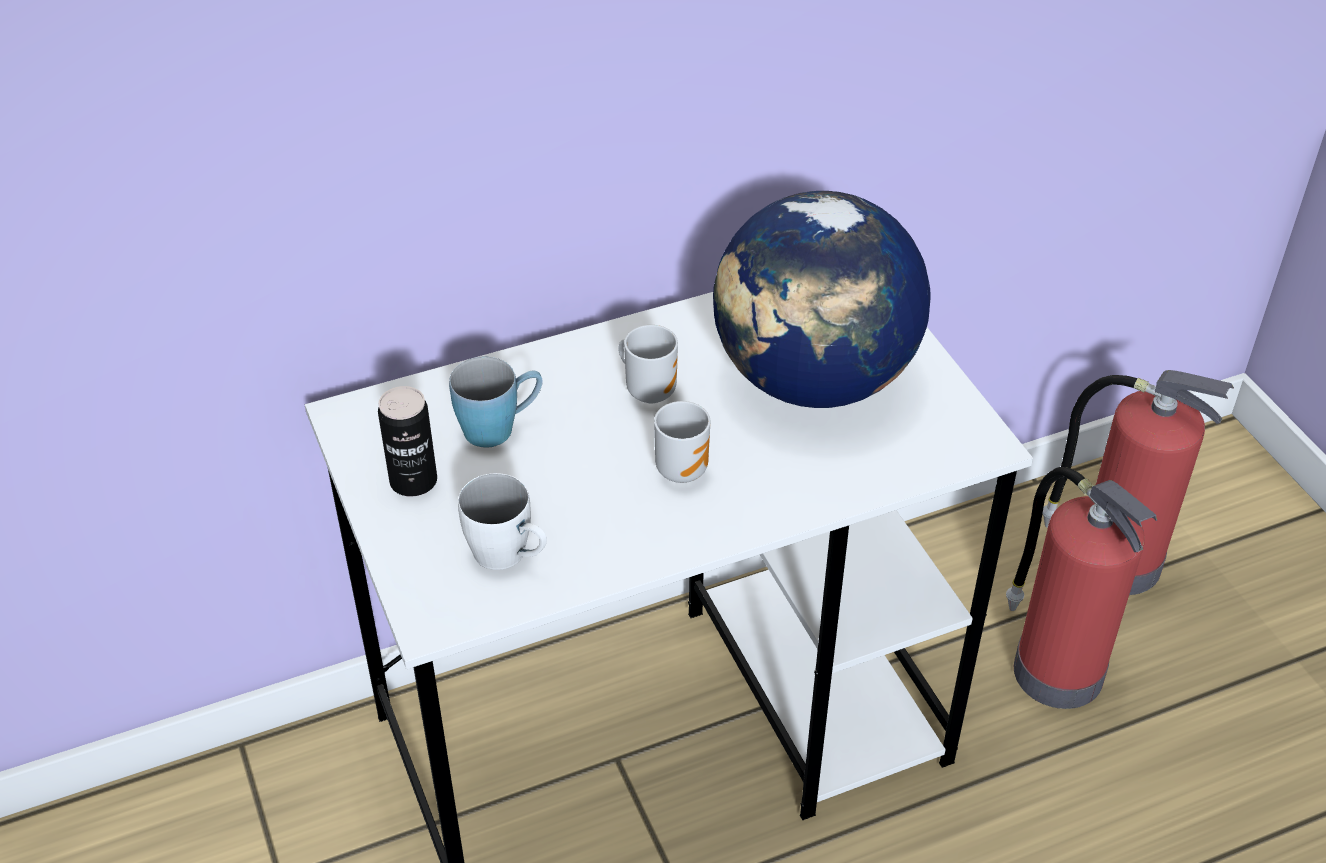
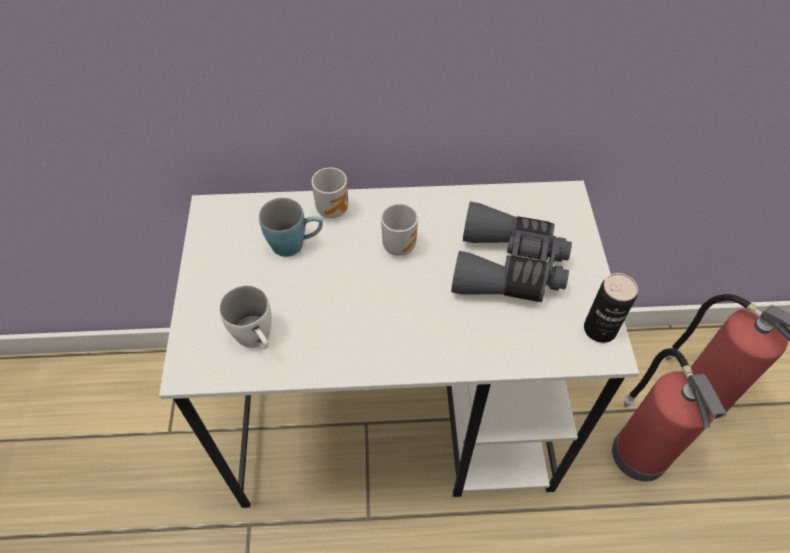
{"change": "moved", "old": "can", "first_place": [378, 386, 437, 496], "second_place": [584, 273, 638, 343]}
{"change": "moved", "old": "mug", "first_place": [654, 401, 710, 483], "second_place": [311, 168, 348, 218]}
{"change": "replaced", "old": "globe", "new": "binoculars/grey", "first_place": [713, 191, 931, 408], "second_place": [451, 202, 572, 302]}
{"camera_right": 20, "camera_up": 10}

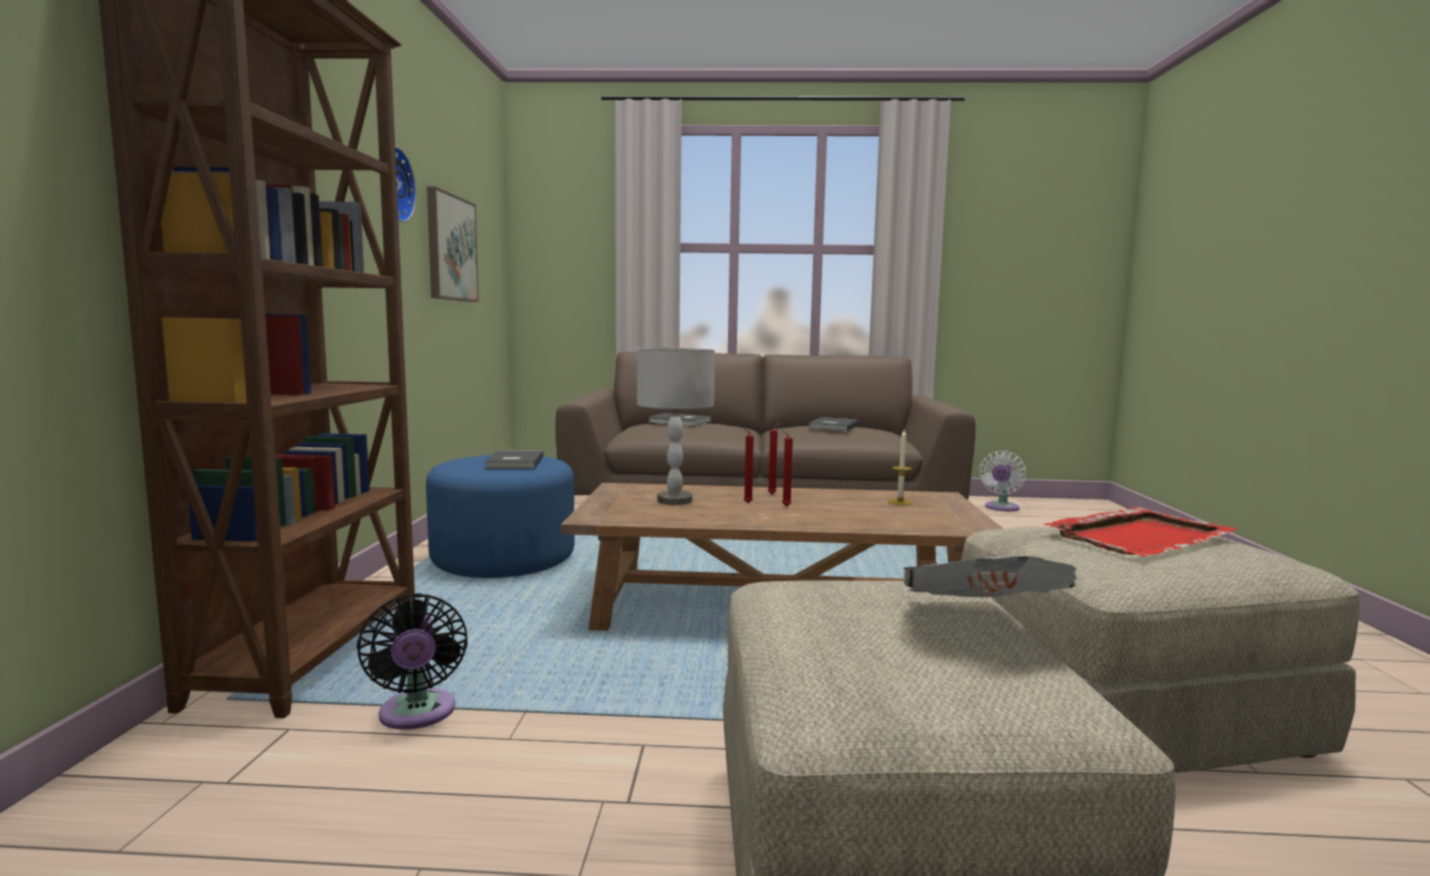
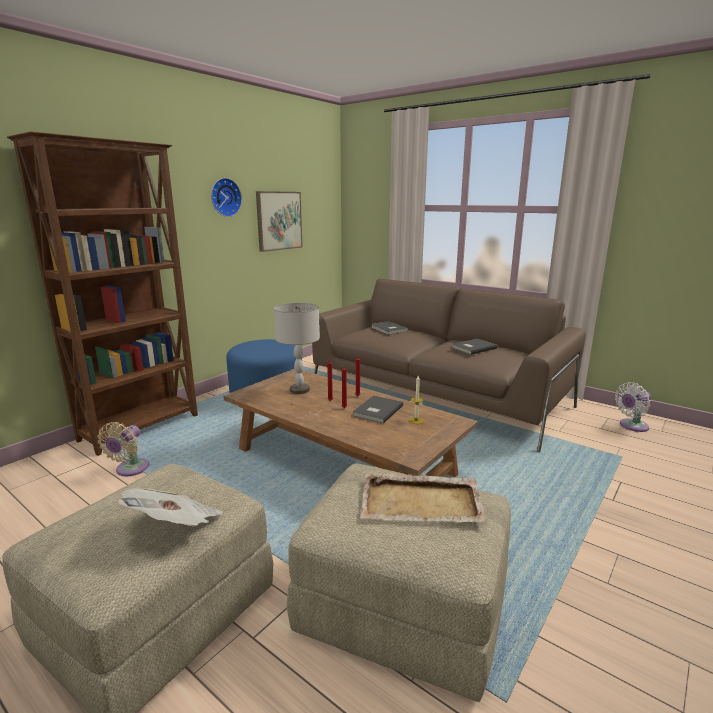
{"change": "moved", "old": "book/grey", "first_place": [485, 451, 544, 469], "second_place": [353, 396, 403, 424]}
{"change": "recoloured", "old": "fan/black", "new": "fan/beige", "first_place": [357, 593, 468, 730], "second_place": [98, 422, 149, 476]}
{"change": "recoloured", "old": "tray/red", "new": "tray/beige", "first_place": [1044, 507, 1238, 556], "second_place": [360, 473, 487, 522]}
{"camera_right": 35, "camera_up": 10}

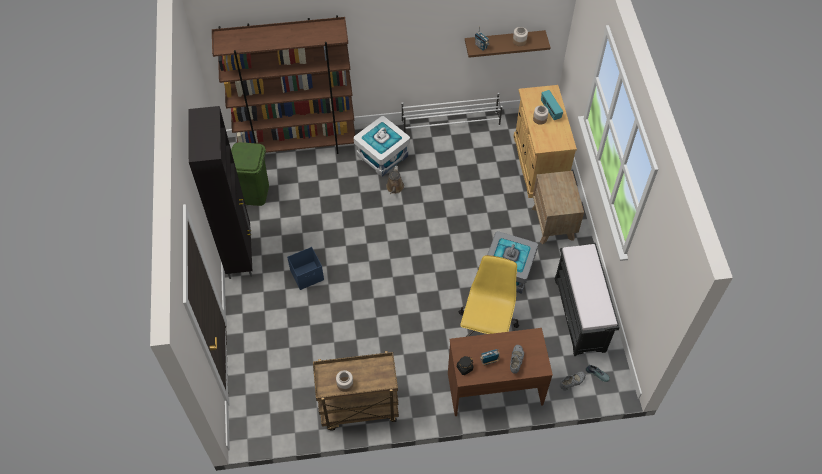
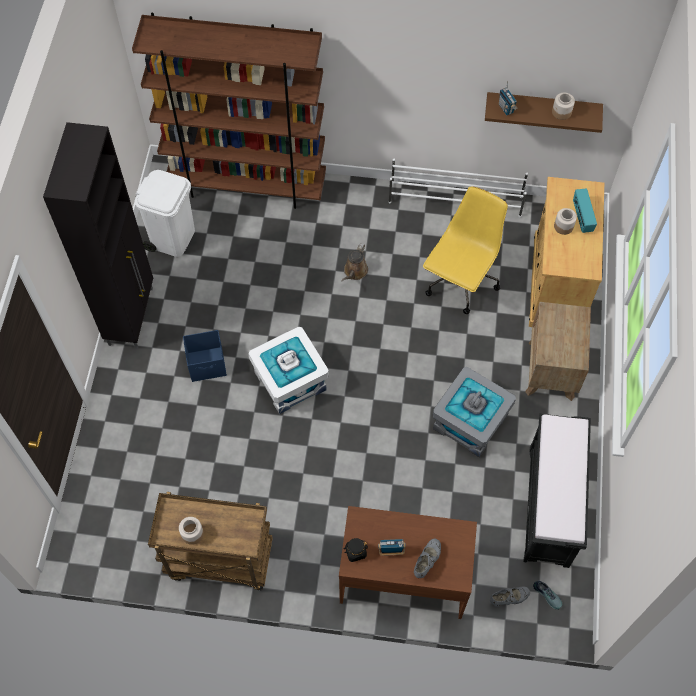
{"change": "moved", "old": "storage box/white", "first_place": [354, 116, 410, 177], "second_place": [248, 327, 329, 414]}
{"change": "moved", "old": "office chair/yellow", "first_place": [459, 255, 519, 337], "second_place": [423, 187, 508, 314]}
{"change": "recoloured", "old": "trash can/green", "new": "trash can/white", "first_place": [231, 142, 269, 206], "second_place": [135, 170, 195, 257]}
{"camera_right": 15, "camera_up": 5}

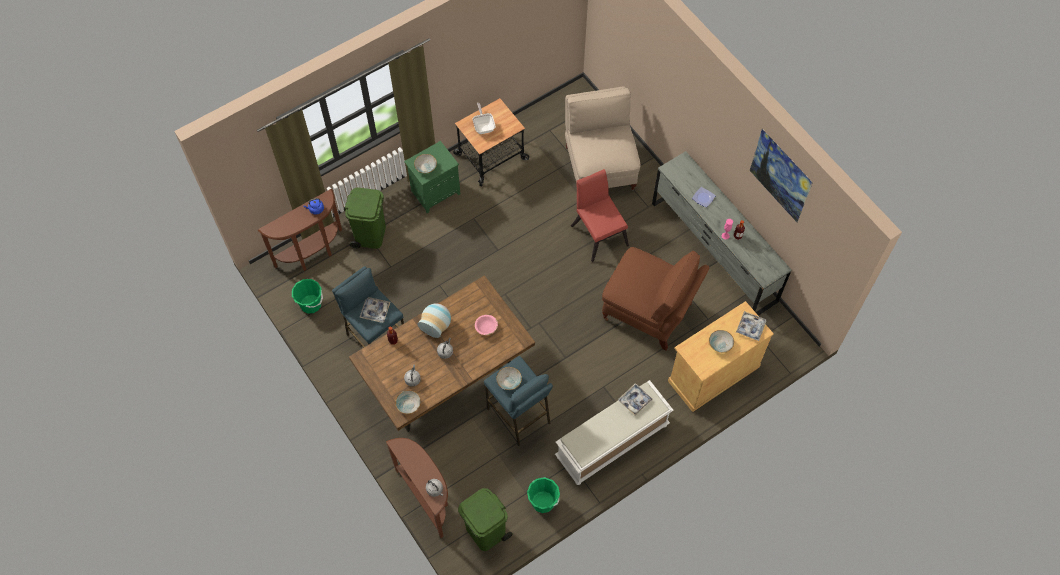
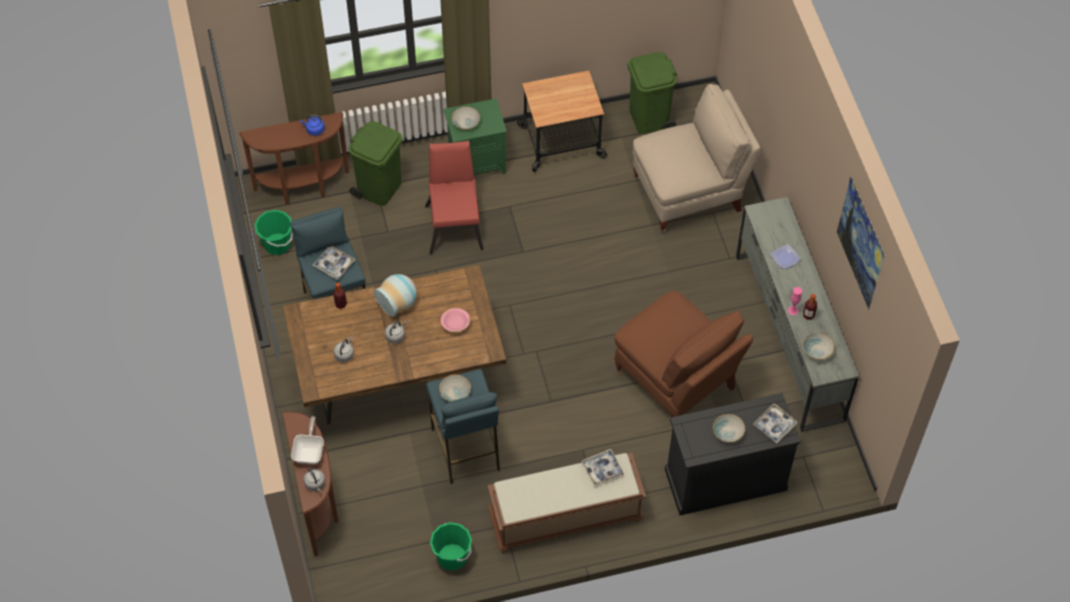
{"change": "moved", "old": "bowl", "first_place": [395, 390, 421, 414], "second_place": [803, 333, 835, 360]}
{"change": "moved", "old": "trash can/green", "first_place": [458, 488, 513, 551], "second_place": [628, 52, 677, 134]}
{"change": "moved", "old": "frying pan", "first_place": [473, 103, 496, 134], "second_place": [291, 416, 324, 464]}
{"change": "moved", "old": "chair/red", "first_place": [571, 169, 629, 262], "second_place": [425, 141, 483, 255]}
{"change": "recoloured", "old": "bench/white", "new": "bench/brown", "first_place": [555, 380, 673, 485], "second_place": [487, 453, 646, 552]}
{"change": "recoloured", "old": "cabinet/beige", "new": "cabinet/black", "first_place": [668, 301, 774, 412], "second_place": [665, 393, 801, 515]}
{"change": "turned", "old": "chair/beige", "first_place": [565, 87, 641, 191], "second_place": [633, 84, 761, 232], "degrees": 60}
{"camera_right": 20, "camera_up": -5}

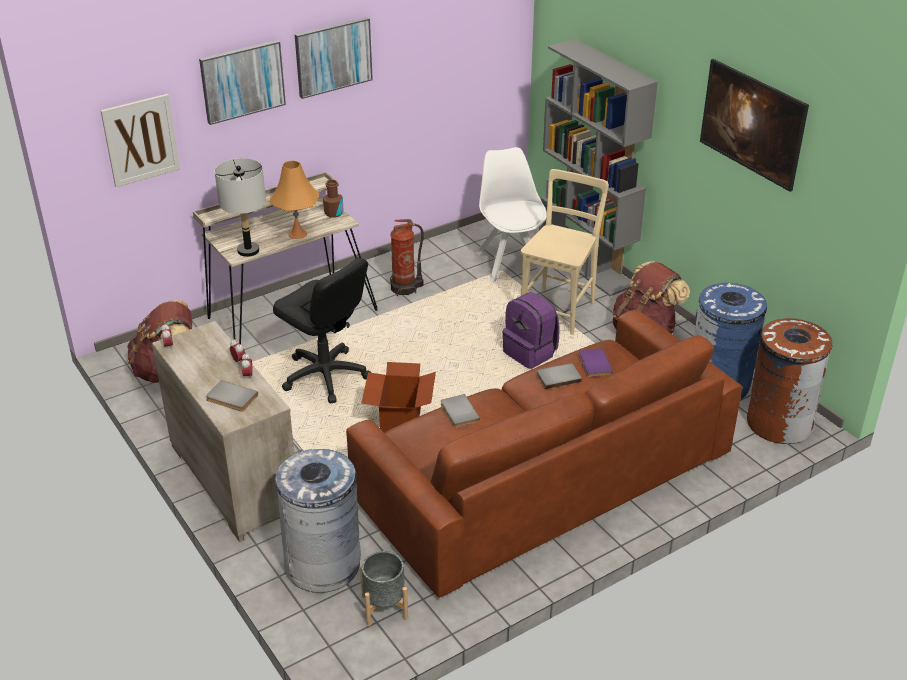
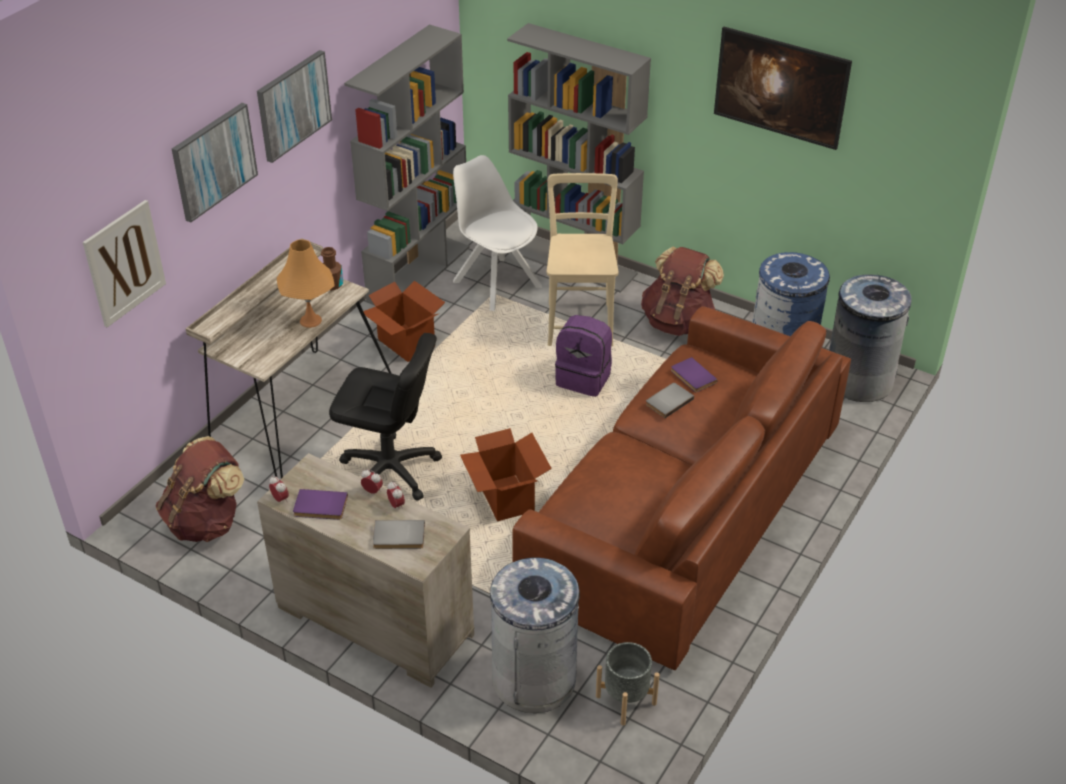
{"change": "removed", "old": "table lamp/grey", "first_place": [215, 158, 266, 257]}
{"change": "removed", "old": "book/grey", "first_place": [441, 394, 480, 428]}
{"change": "added", "new": "book/purple", "second_place": [293, 489, 348, 520]}
{"change": "added", "new": "bookcase/grey", "second_place": [344, 24, 470, 305]}
{"change": "replaced", "old": "fire extinguisher", "new": "cardboard box", "first_place": [390, 219, 424, 296], "second_place": [363, 281, 445, 362]}
{"change": "recoloured", "old": "trash can/brown", "new": "trash can/grey", "first_place": [747, 318, 832, 444], "second_place": [829, 274, 911, 402]}
{"camera_right": -25, "camera_up": 5}

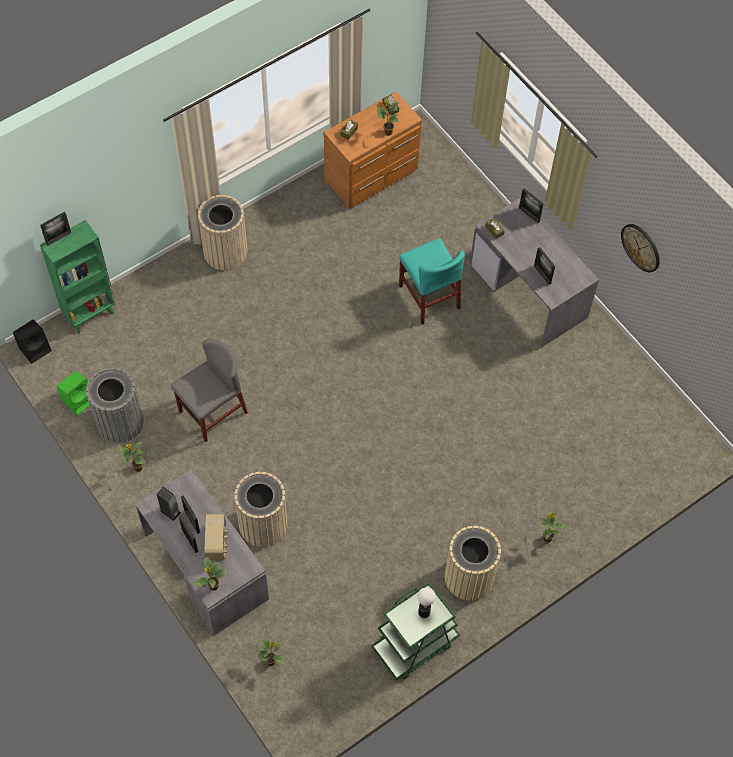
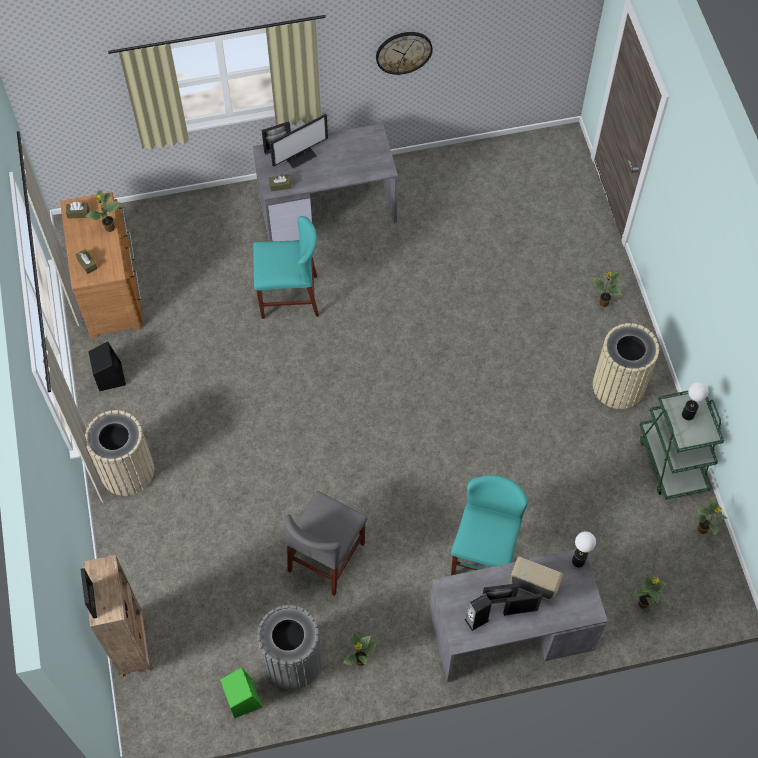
{"change": "removed", "old": "picture frame", "first_place": [534, 247, 555, 285]}
{"change": "added", "new": "monitor", "second_place": [270, 114, 328, 169]}
{"change": "added", "new": "table lamp", "second_place": [572, 531, 596, 567]}
{"change": "moved", "old": "speaker/black", "first_place": [13, 320, 52, 364], "second_place": [88, 342, 126, 391]}
{"change": "moved", "old": "potted plant", "first_place": [194, 556, 227, 591], "second_place": [695, 497, 727, 536]}
{"change": "replaced", "old": "trash can/beige", "new": "chair/turquoise", "first_place": [234, 472, 288, 547], "second_place": [451, 475, 528, 575]}
{"change": "recoloured", "old": "bookcase/green", "new": "bookcase/brown", "first_place": [40, 220, 116, 334], "second_place": [82, 555, 153, 677]}
{"change": "turned", "old": "chair/grey", "first_place": [171, 339, 248, 442], "second_place": [284, 491, 368, 596], "degrees": -135}
{"camera_right": -65, "camera_up": 0}

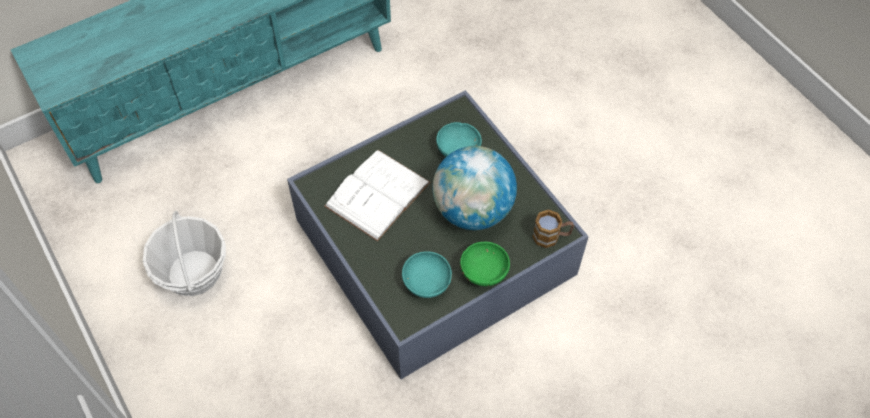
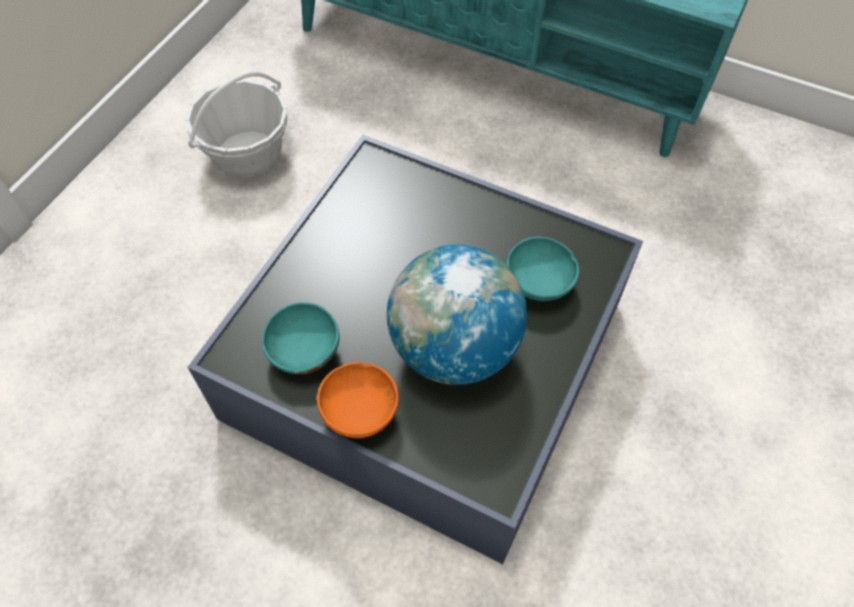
{"change": "removed", "old": "book/white", "first_place": [324, 150, 431, 242]}
{"change": "removed", "old": "mug", "first_place": [532, 209, 574, 248]}
{"change": "recoloured", "old": "bowl/green", "new": "bowl/orange", "first_place": [460, 242, 510, 286], "second_place": [317, 362, 399, 438]}
{"camera_right": 60, "camera_up": 0}

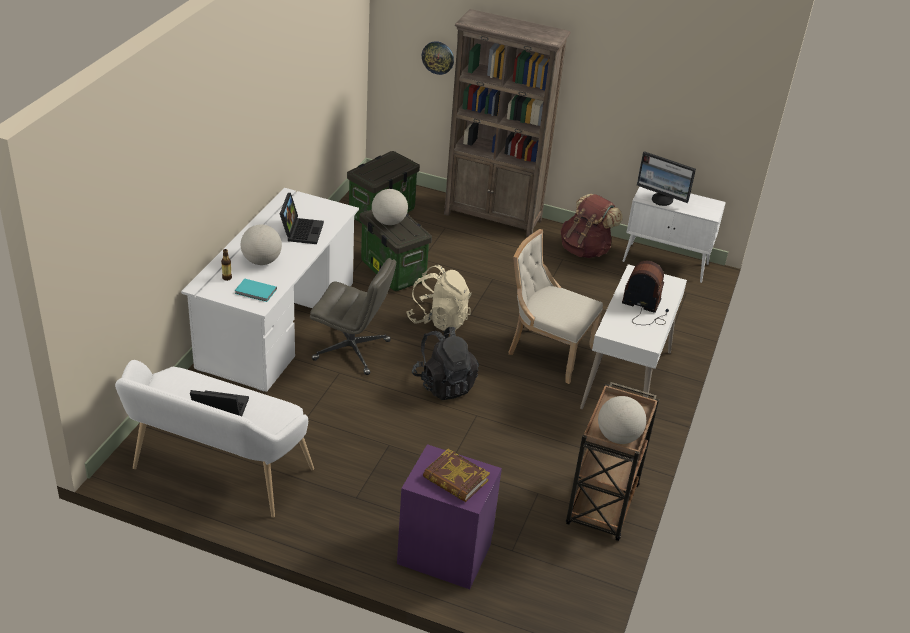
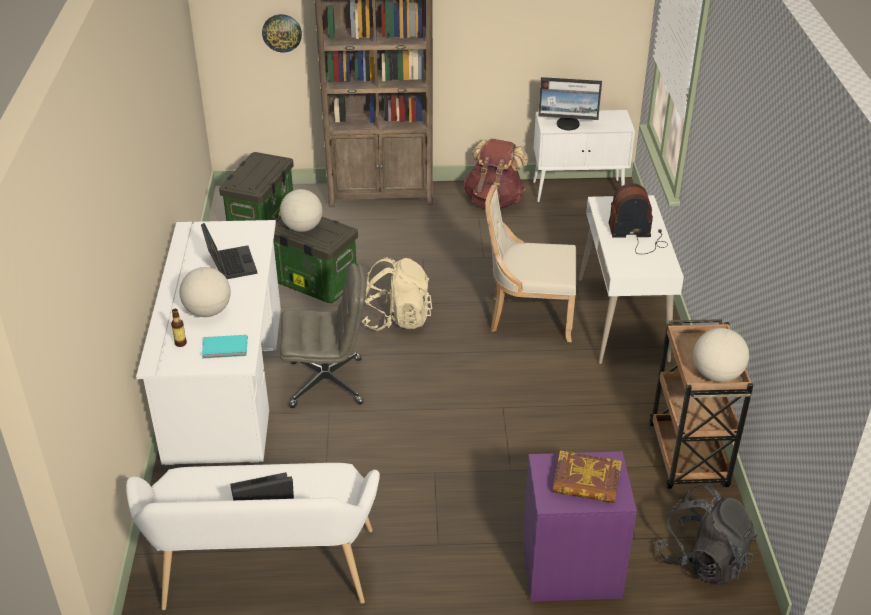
{"change": "moved", "old": "backpack/black", "first_place": [412, 327, 479, 400], "second_place": [656, 484, 757, 586]}
{"camera_right": -20, "camera_up": 0}

